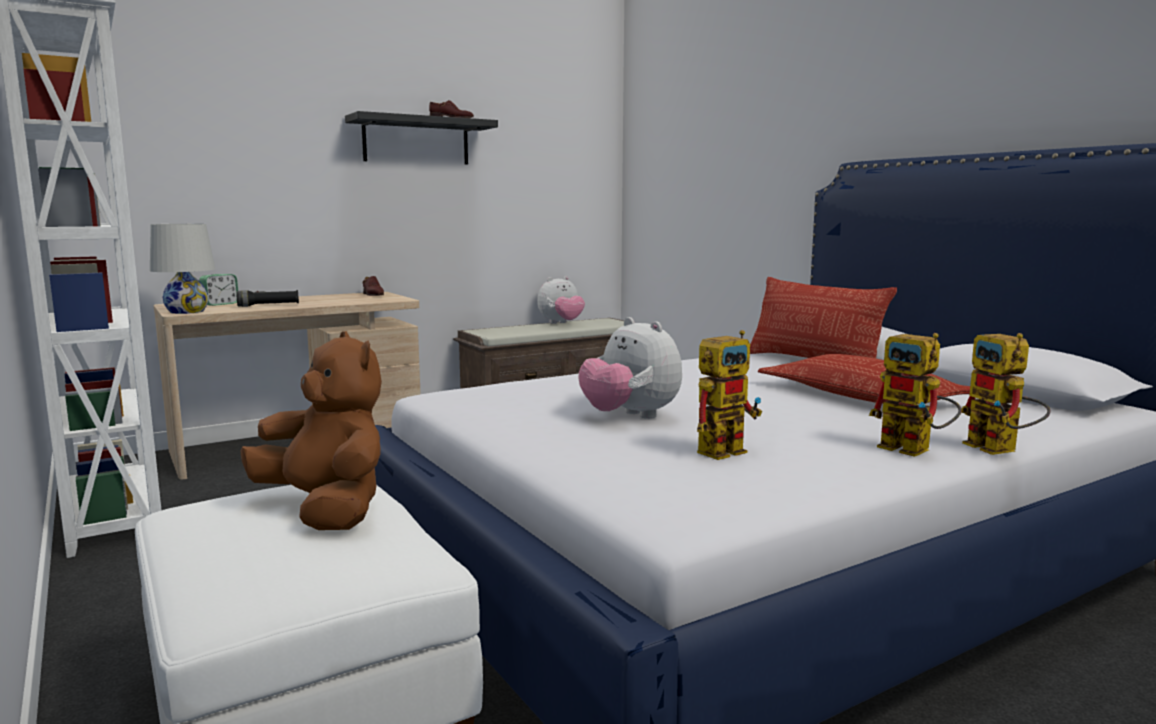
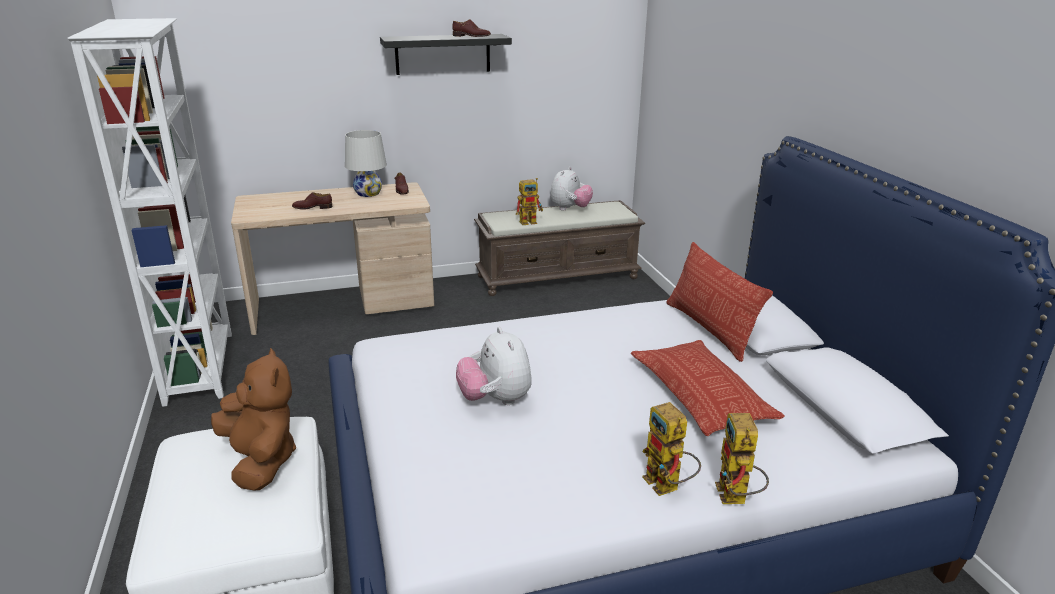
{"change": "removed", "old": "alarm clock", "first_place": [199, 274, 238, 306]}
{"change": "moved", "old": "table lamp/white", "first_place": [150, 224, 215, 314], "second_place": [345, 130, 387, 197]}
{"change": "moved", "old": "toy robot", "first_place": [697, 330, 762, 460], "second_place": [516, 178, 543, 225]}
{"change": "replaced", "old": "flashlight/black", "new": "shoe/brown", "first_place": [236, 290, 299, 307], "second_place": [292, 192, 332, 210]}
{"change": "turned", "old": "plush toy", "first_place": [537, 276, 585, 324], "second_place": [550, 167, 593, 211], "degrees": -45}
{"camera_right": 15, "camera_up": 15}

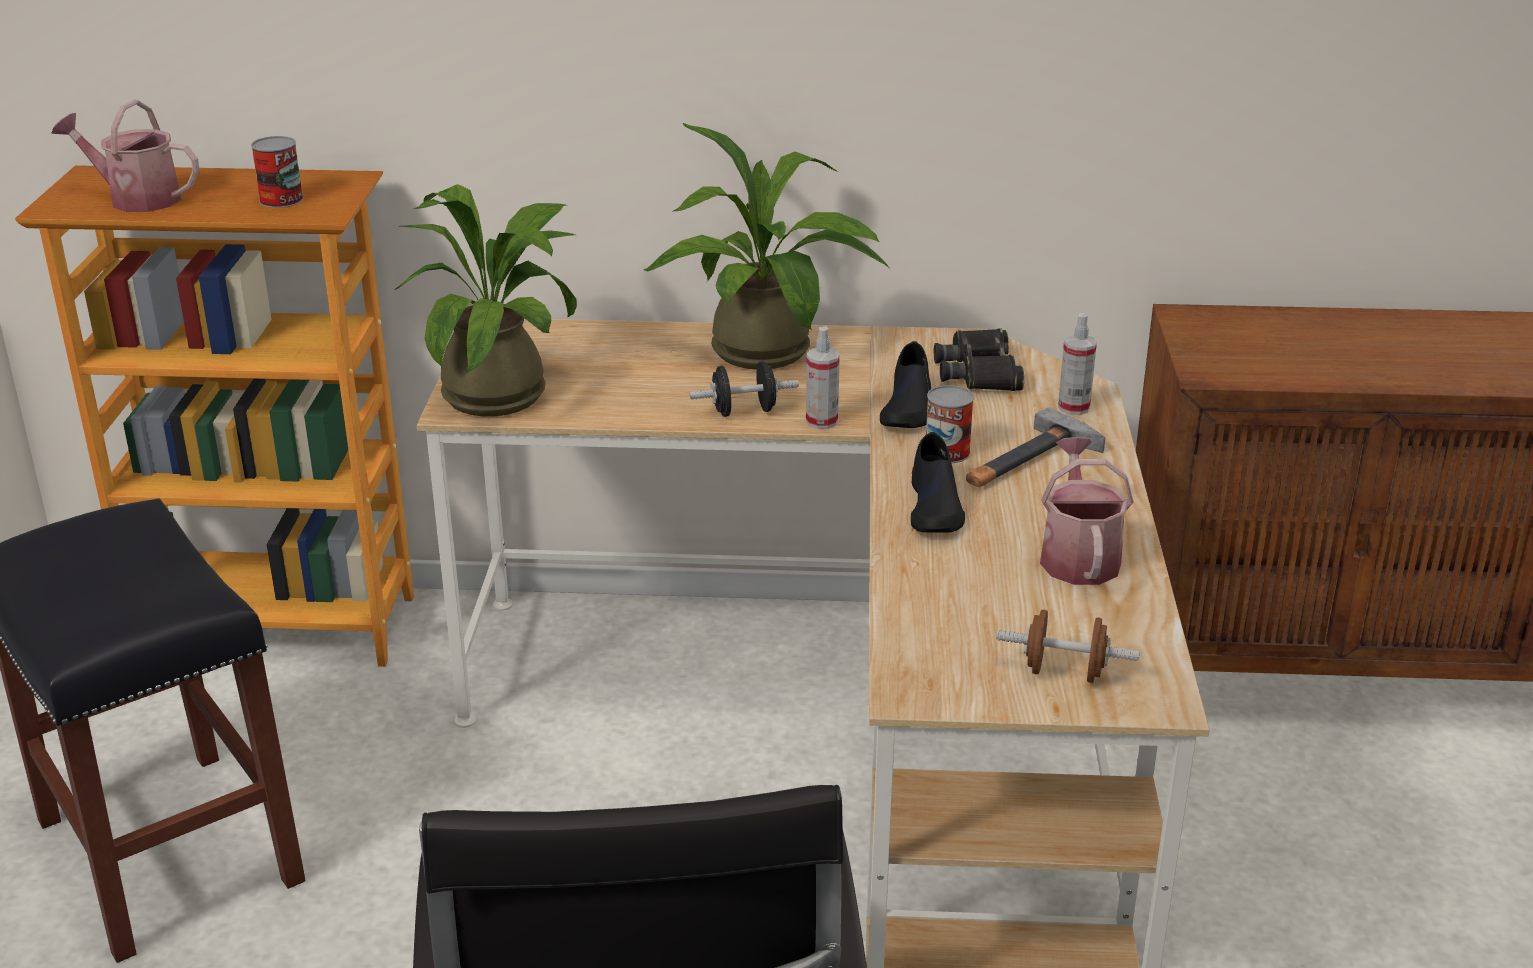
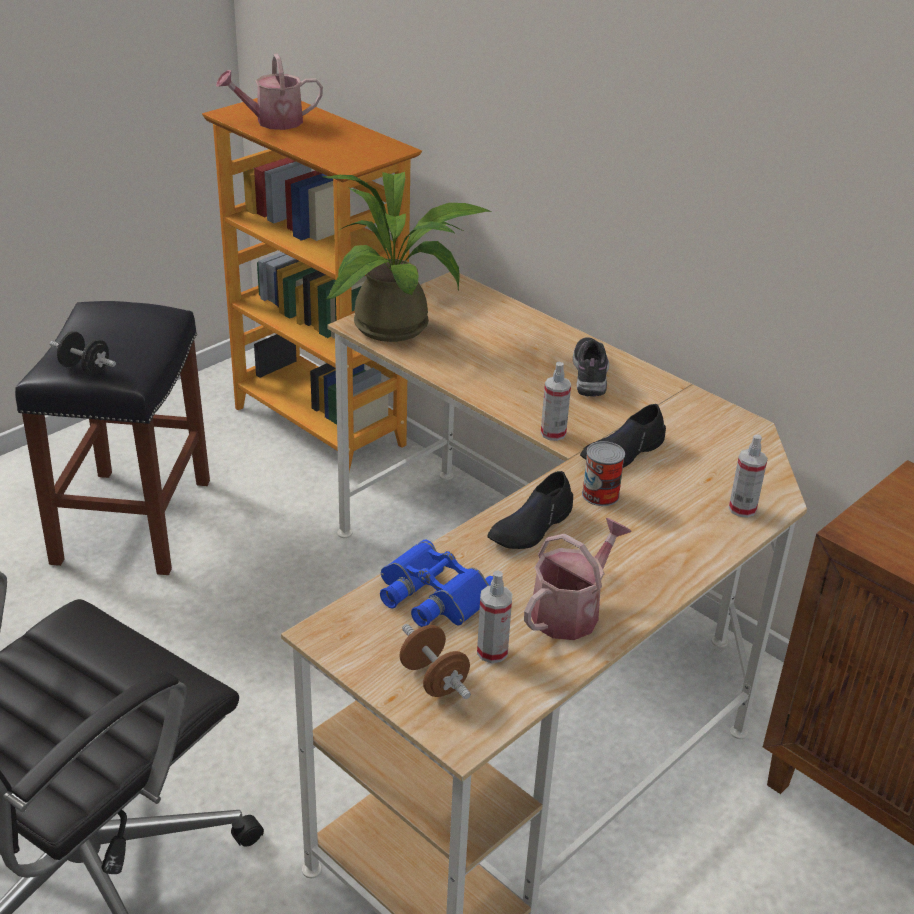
{"change": "removed", "old": "can", "first_place": [251, 136, 304, 208]}
{"change": "removed", "old": "binoculars/black", "first_place": [934, 328, 1024, 391]}
{"change": "removed", "old": "hammer", "first_place": [966, 408, 1105, 487]}
{"change": "added", "new": "binoculars/blue", "second_place": [380, 539, 493, 627]}
{"change": "added", "new": "spray bottle", "second_place": [477, 570, 513, 663]}
{"change": "moved", "old": "dumbbell/black", "first_place": [689, 361, 799, 417], "second_place": [50, 331, 116, 375]}
{"change": "replaced", "old": "potted plant", "new": "shoe", "first_place": [644, 123, 889, 369], "second_place": [573, 337, 609, 397]}
{"change": "turned", "old": "watering can", "first_place": [51, 100, 199, 212], "second_place": [216, 54, 323, 130], "degrees": -75}
{"camera_right": 40, "camera_up": 5}

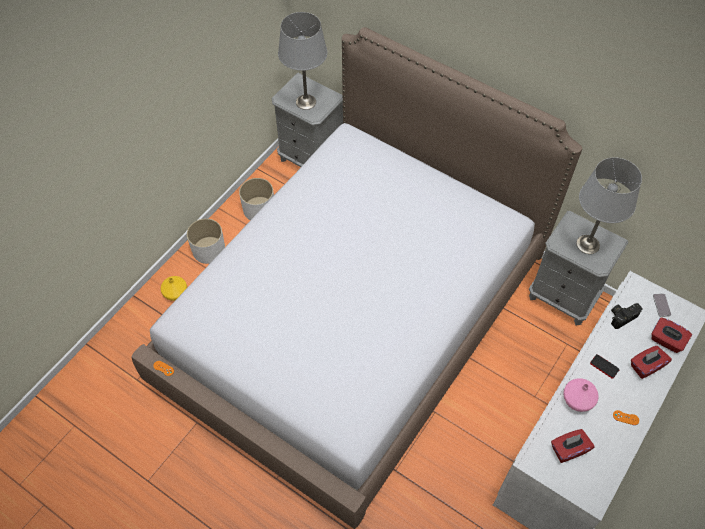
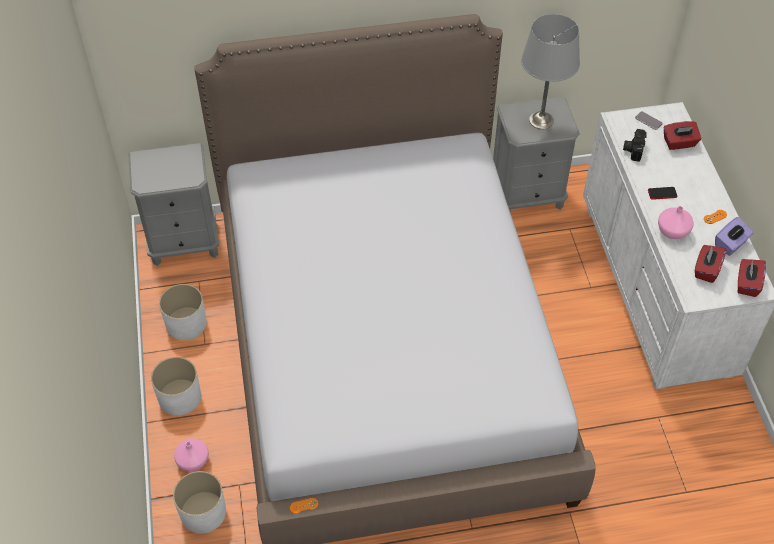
{"change": "removed", "old": "table lamp/grey", "first_place": [278, 12, 327, 110]}
{"change": "added", "new": "planter/white", "second_place": [173, 471, 226, 534]}
{"change": "added", "new": "tissue box/purple", "second_place": [715, 217, 754, 256]}
{"change": "moved", "old": "tissue box/red", "first_place": [631, 346, 672, 379], "second_place": [738, 259, 766, 297]}
{"change": "recoloured", "old": "vase/yellow", "new": "vase/pink", "first_place": [161, 276, 187, 301], "second_place": [174, 438, 209, 472]}
{"camera_right": -45, "camera_up": -5}

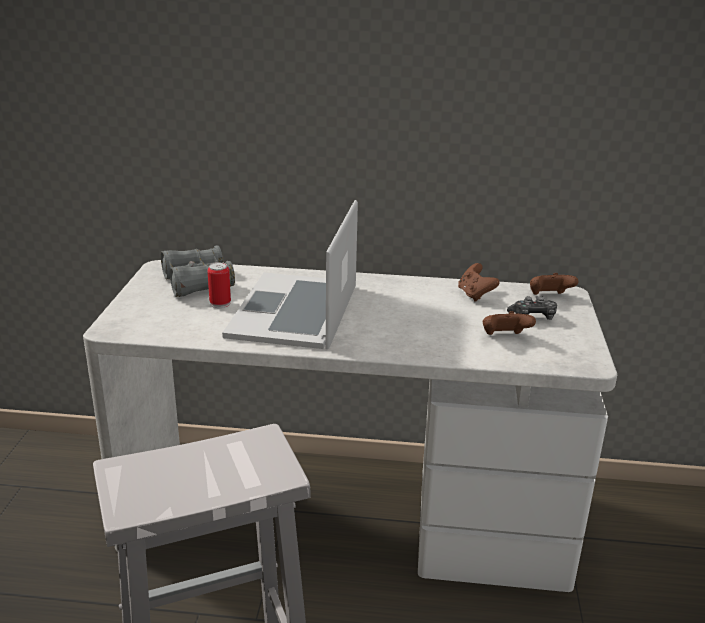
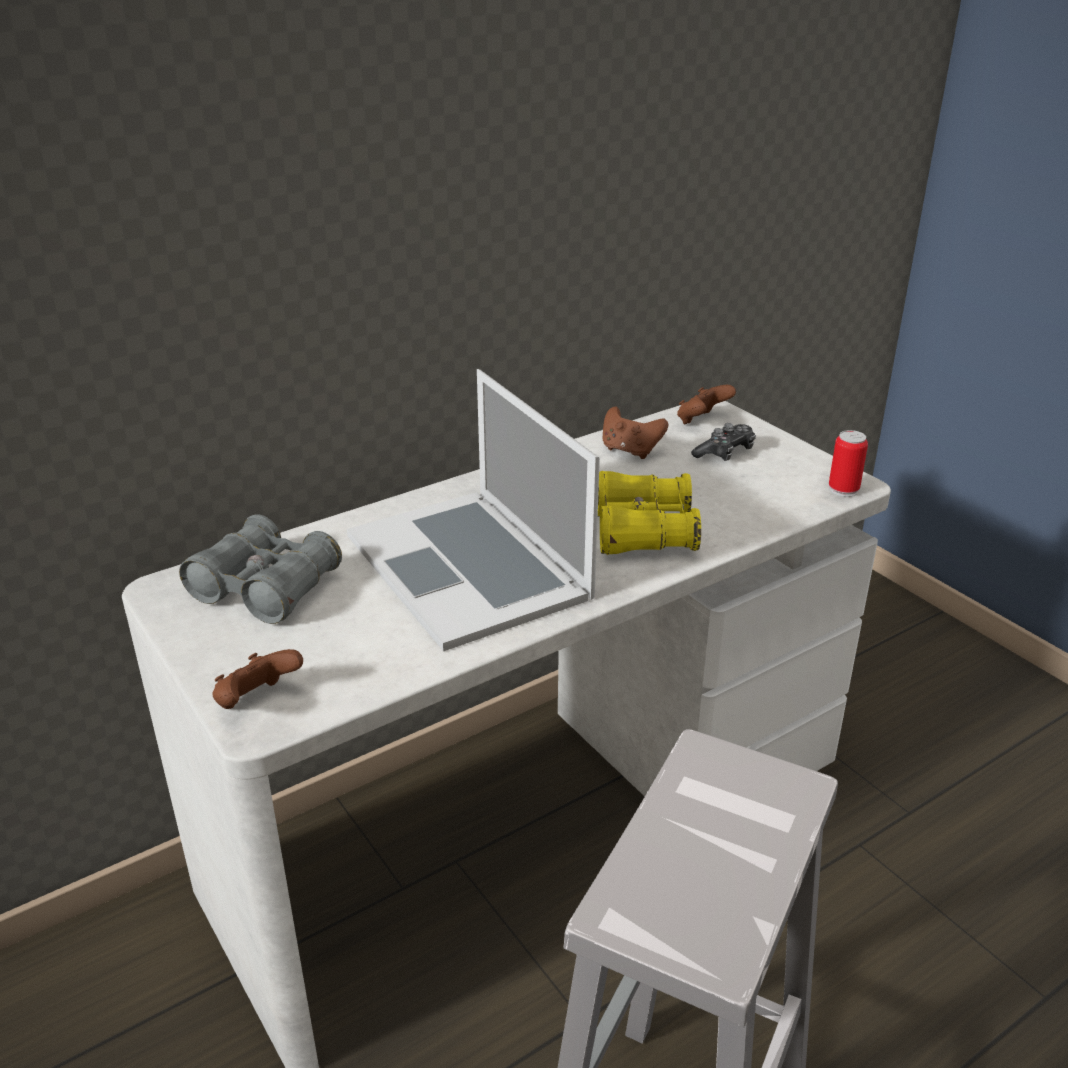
{"change": "added", "new": "binoculars/yellow", "second_place": [598, 471, 701, 555]}
{"change": "moved", "old": "can", "first_place": [207, 262, 231, 308], "second_place": [829, 430, 868, 497]}
{"change": "moved", "old": "game controller/brown", "first_place": [483, 311, 536, 335], "second_place": [212, 649, 303, 709]}
{"camera_right": -40, "camera_up": 5}

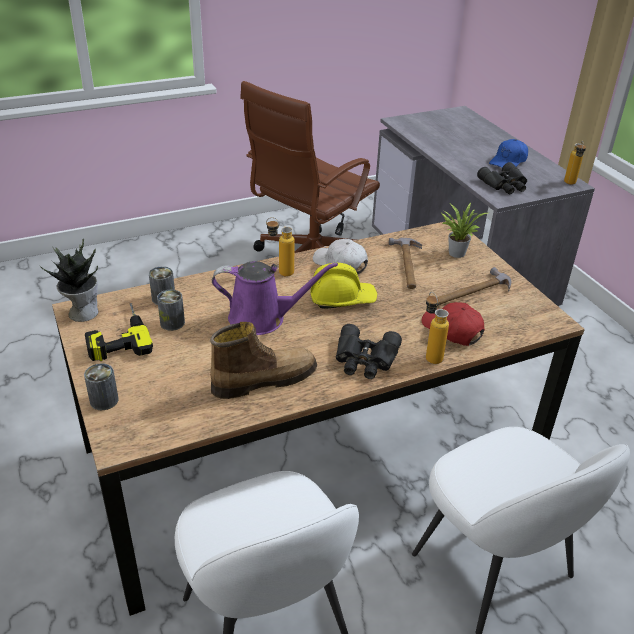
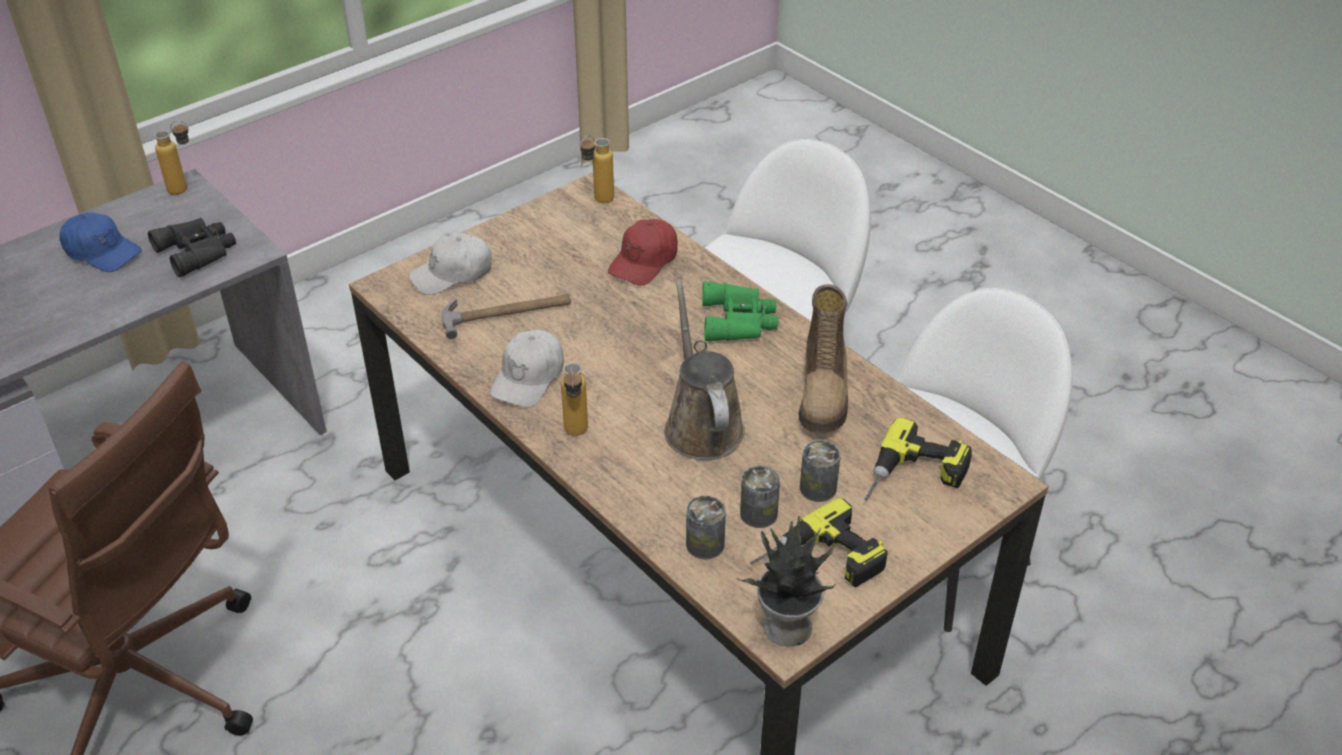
{"change": "removed", "old": "hard hat/yellow", "first_place": [310, 263, 377, 309]}
{"change": "removed", "old": "hammer", "first_place": [438, 267, 511, 305]}
{"change": "added", "new": "power drill", "second_place": [864, 417, 972, 501]}
{"change": "moved", "old": "can", "first_place": [84, 363, 119, 410], "second_place": [800, 441, 841, 502]}
{"change": "moved", "old": "bottle", "first_place": [426, 292, 449, 364], "second_place": [580, 135, 614, 203]}
{"change": "replaced", "old": "potted plant", "new": "cap/white", "first_place": [442, 203, 488, 258], "second_place": [409, 233, 492, 295]}
{"change": "recoloured", "old": "watering can/purple", "new": "watering can/brown", "first_place": [212, 261, 338, 335], "second_place": [664, 281, 745, 460]}
{"change": "recoloured", "old": "binoculars/black", "new": "binoculars/green", "first_place": [336, 324, 402, 379], "second_place": [702, 282, 778, 341]}
{"change": "turned", "old": "boot", "first_place": [210, 322, 317, 399], "second_place": [799, 284, 848, 434], "degrees": -135}
{"camera_right": -105, "camera_up": 5}

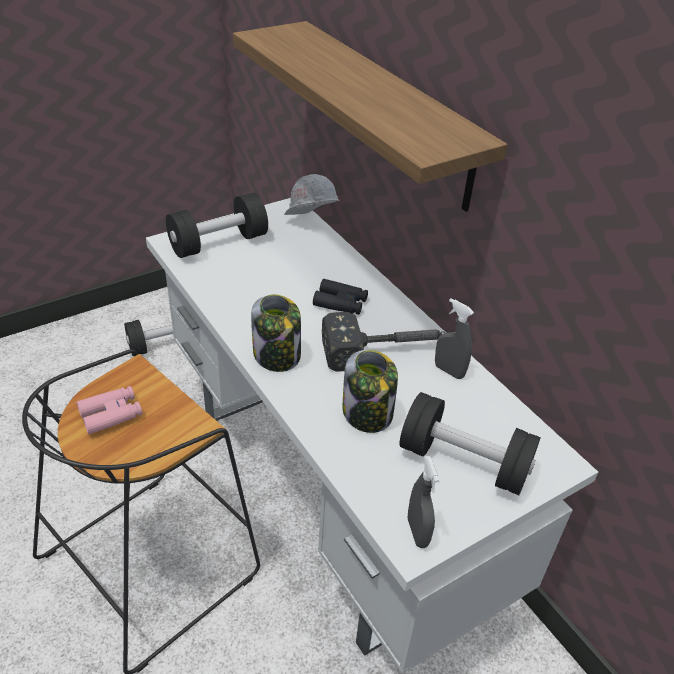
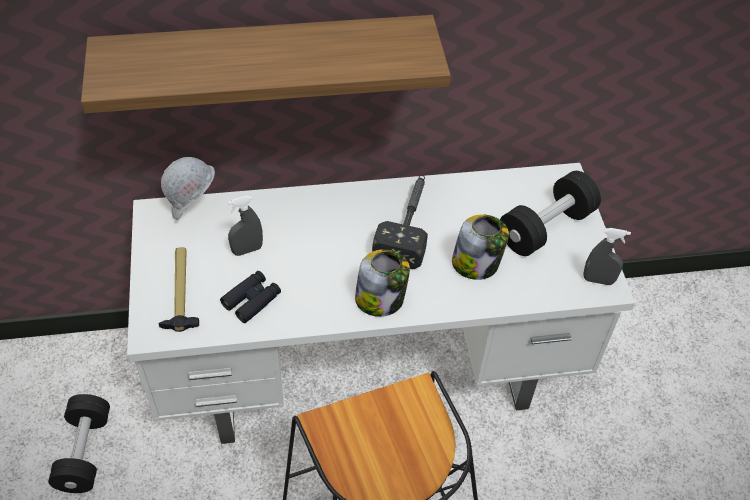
{"change": "removed", "old": "binoculars/pink", "first_place": [76, 386, 142, 434]}
{"change": "moved", "old": "binoculars/black", "first_place": [313, 279, 368, 315], "second_place": [220, 271, 281, 323]}
{"change": "moved", "old": "spray bottle/grey", "first_place": [435, 298, 474, 379], "second_place": [227, 196, 263, 256]}
{"change": "replaced", "old": "dumbbell/black", "new": "hammer", "first_place": [166, 193, 268, 258], "second_place": [158, 247, 199, 332]}
{"camera_right": -65, "camera_up": 10}

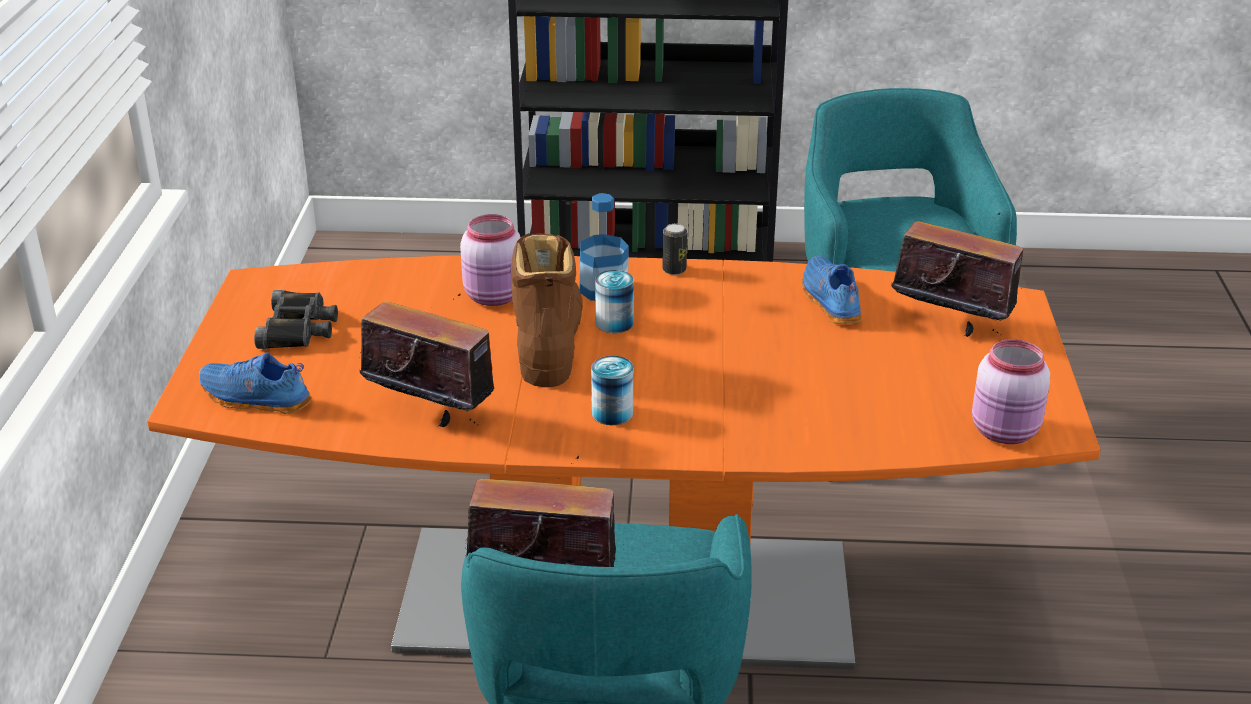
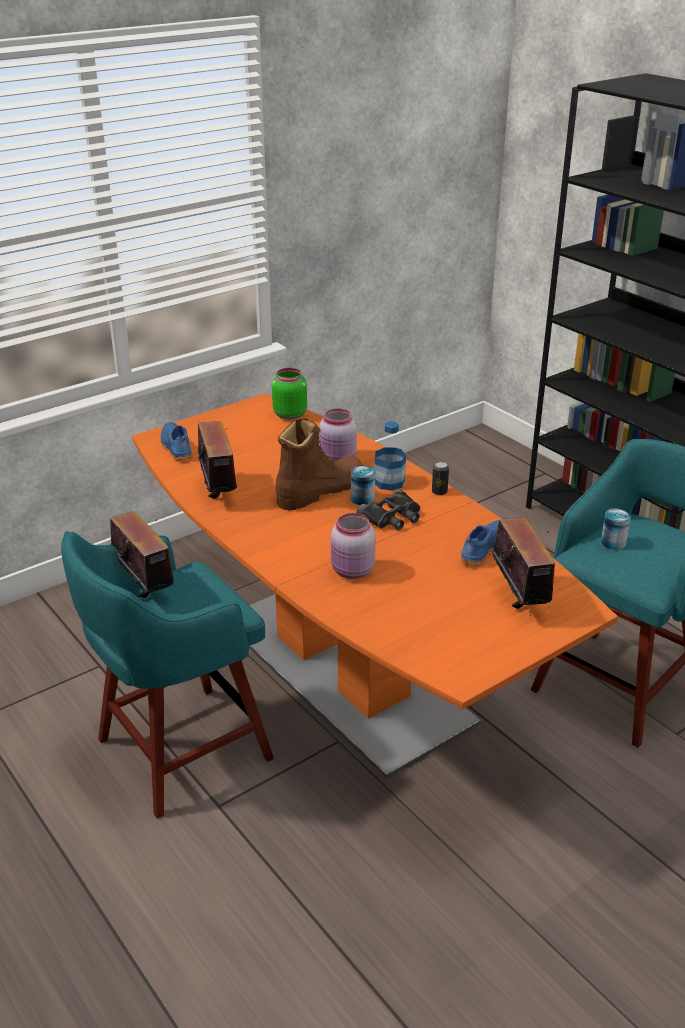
{"change": "added", "new": "jar/green", "second_place": [272, 368, 307, 420]}
{"change": "moved", "old": "binoculars/black", "first_place": [254, 290, 338, 349], "second_place": [356, 489, 420, 530]}
{"change": "moved", "old": "can", "first_place": [591, 356, 633, 425], "second_place": [601, 508, 631, 550]}
{"change": "moved", "old": "jar/pink", "first_place": [972, 339, 1050, 444], "second_place": [331, 513, 376, 579]}
{"camera_right": 50, "camera_up": 0}

